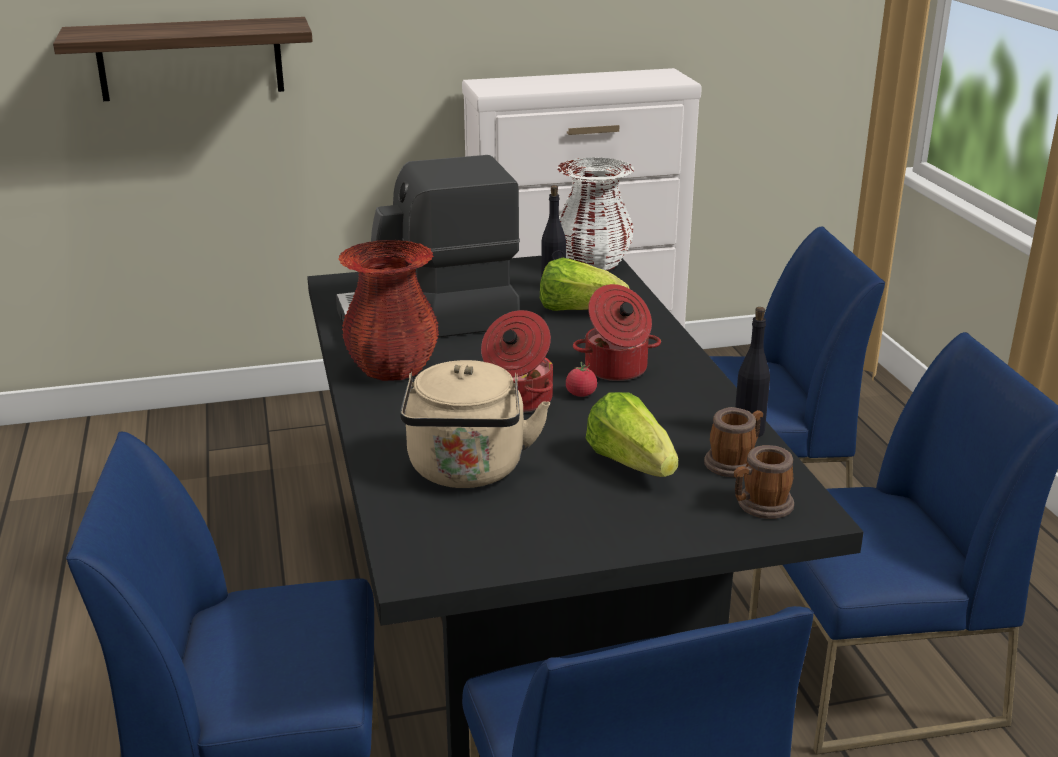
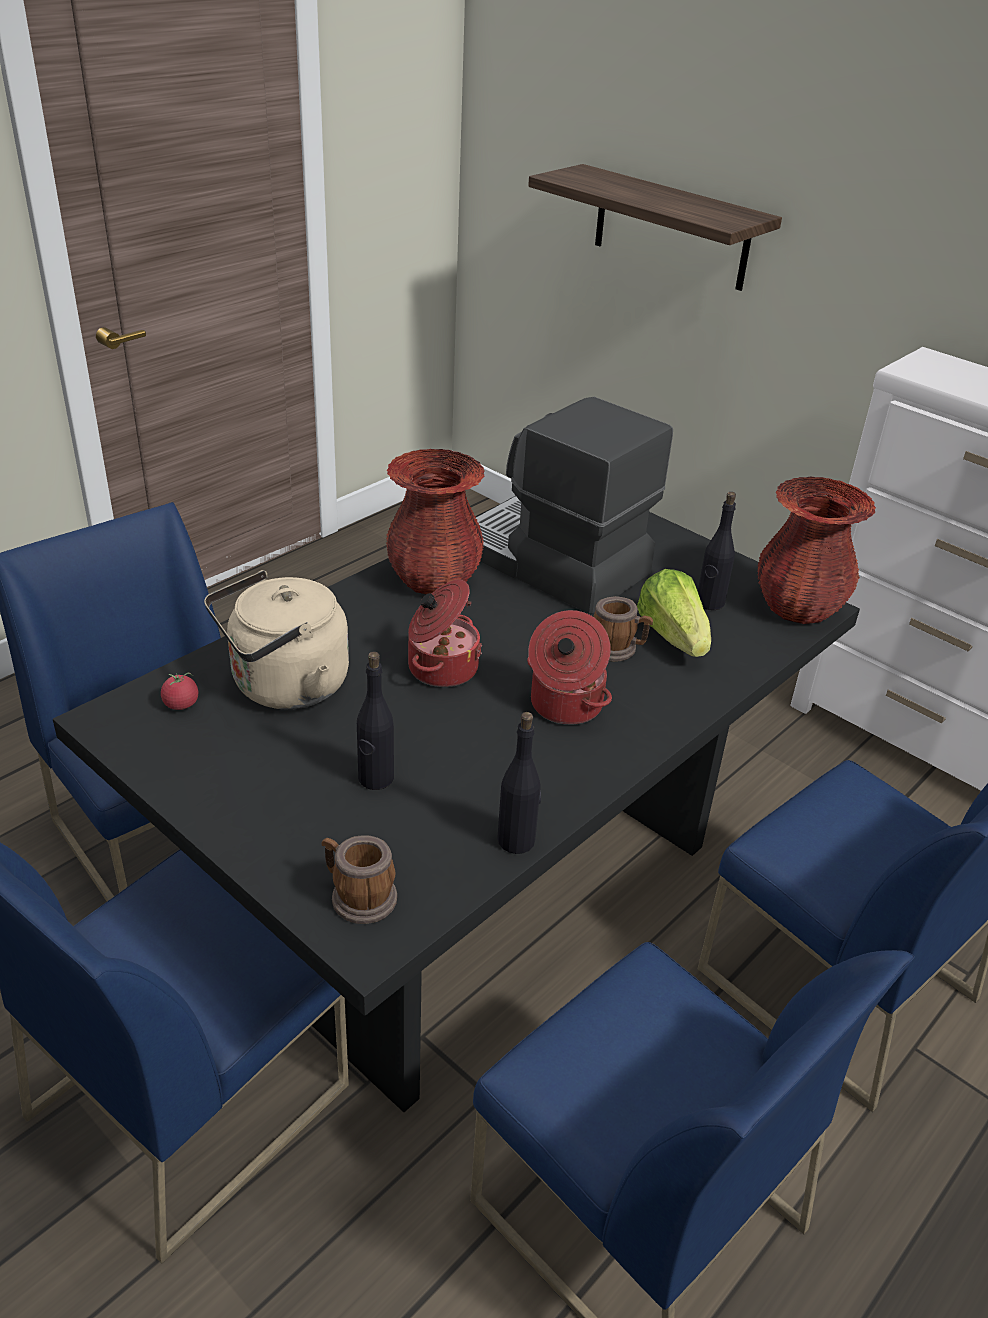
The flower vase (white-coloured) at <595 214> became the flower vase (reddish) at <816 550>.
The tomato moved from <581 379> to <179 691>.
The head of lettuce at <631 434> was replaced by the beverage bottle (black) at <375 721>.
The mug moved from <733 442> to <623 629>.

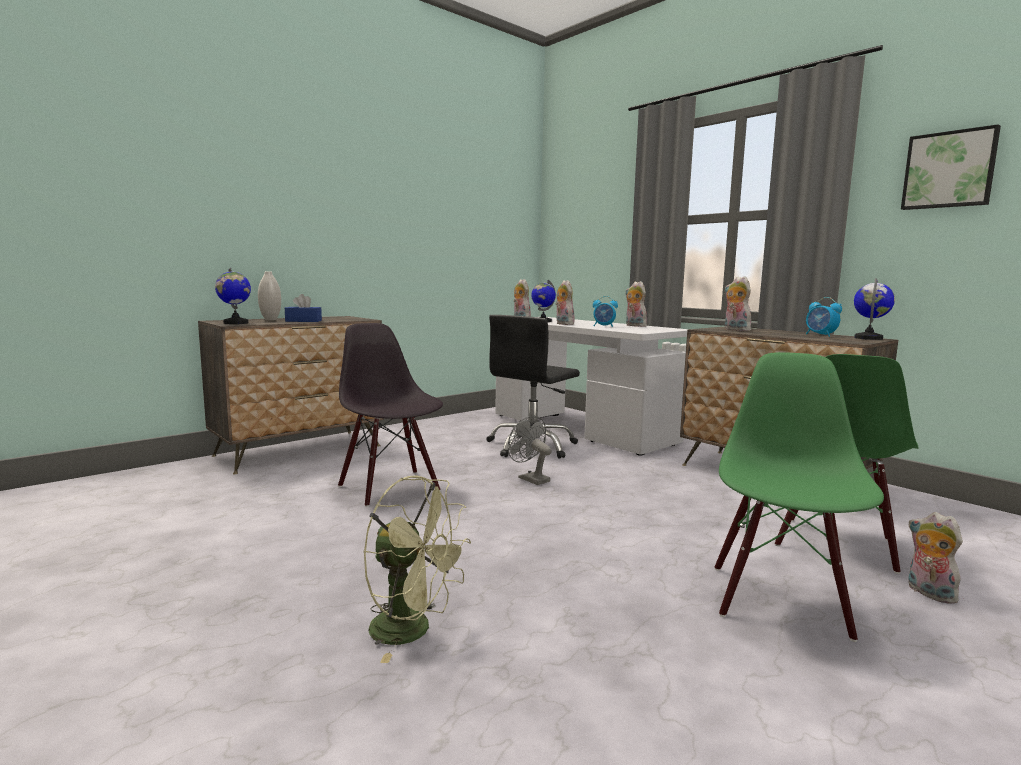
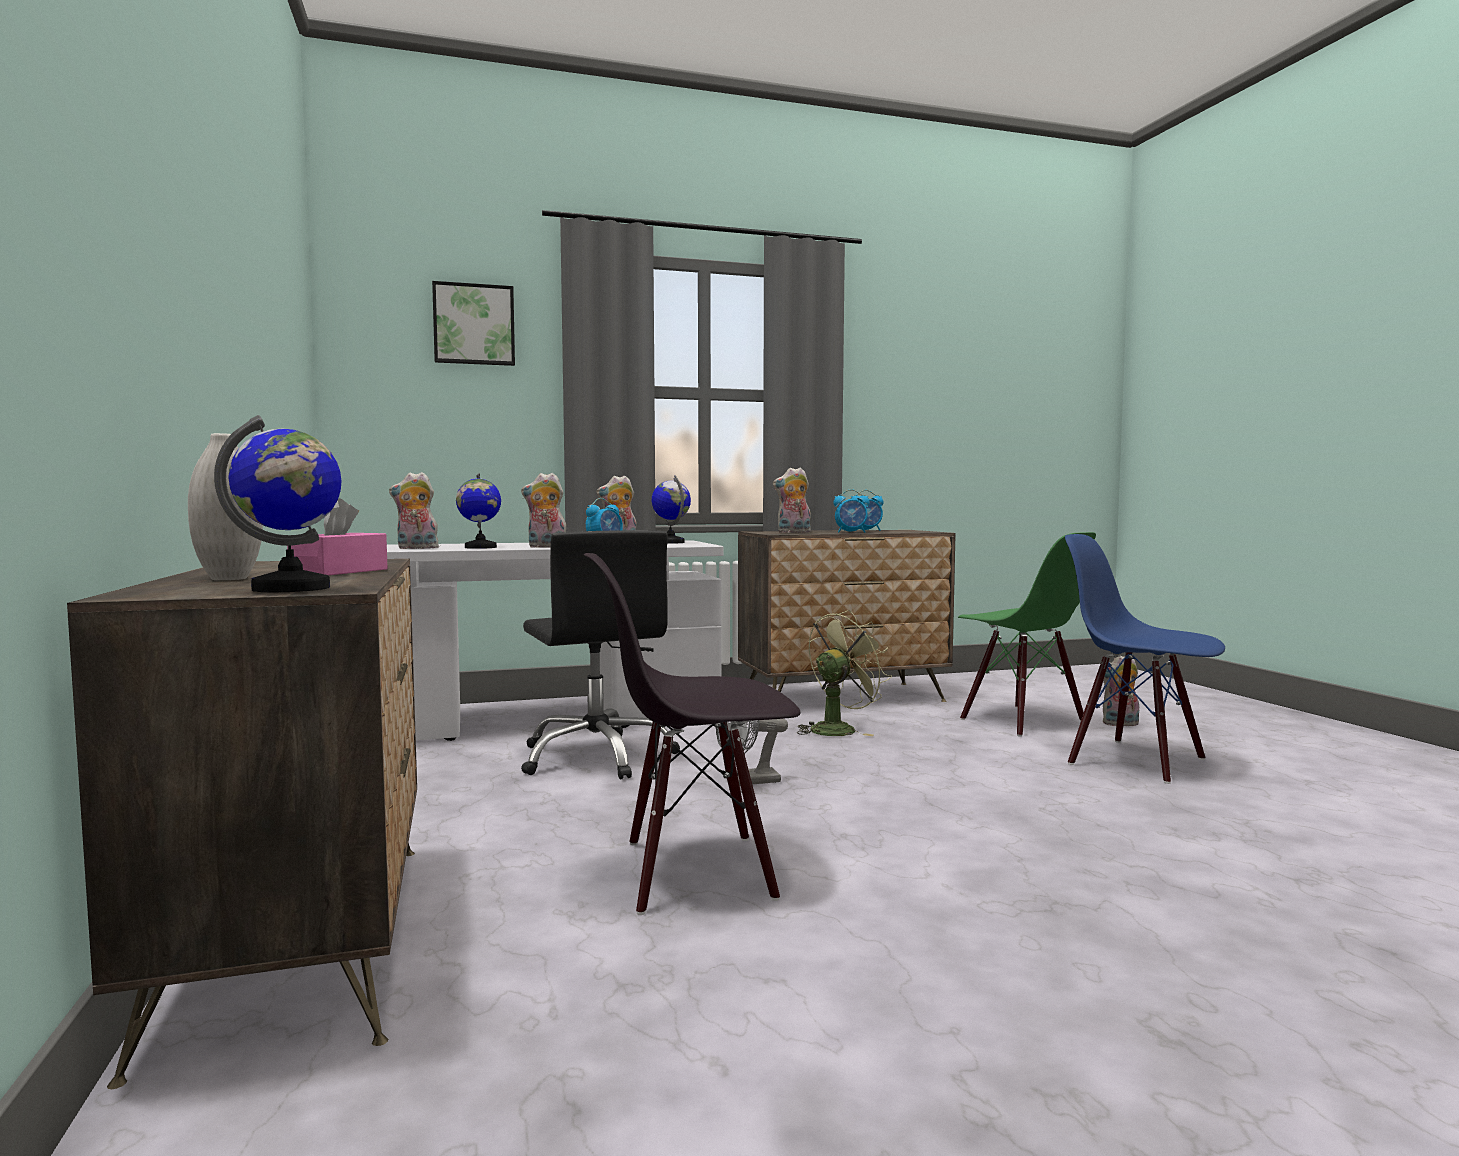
The picture moved from <951 167> to <473 323>.
The globe moved from <874 309> to <671 509>.
The box of tissues (blue-coloured) at <303 308> became the box of tissues (pinkish) at <337 536>.
The upright chair (green-coloured) at <799 497> became the upright chair (blue-coloured) at <1145 659>.
The fan (green-coloured) moved from <417 569> to <844 673>.
The alarm clock at <852 511> appeared.

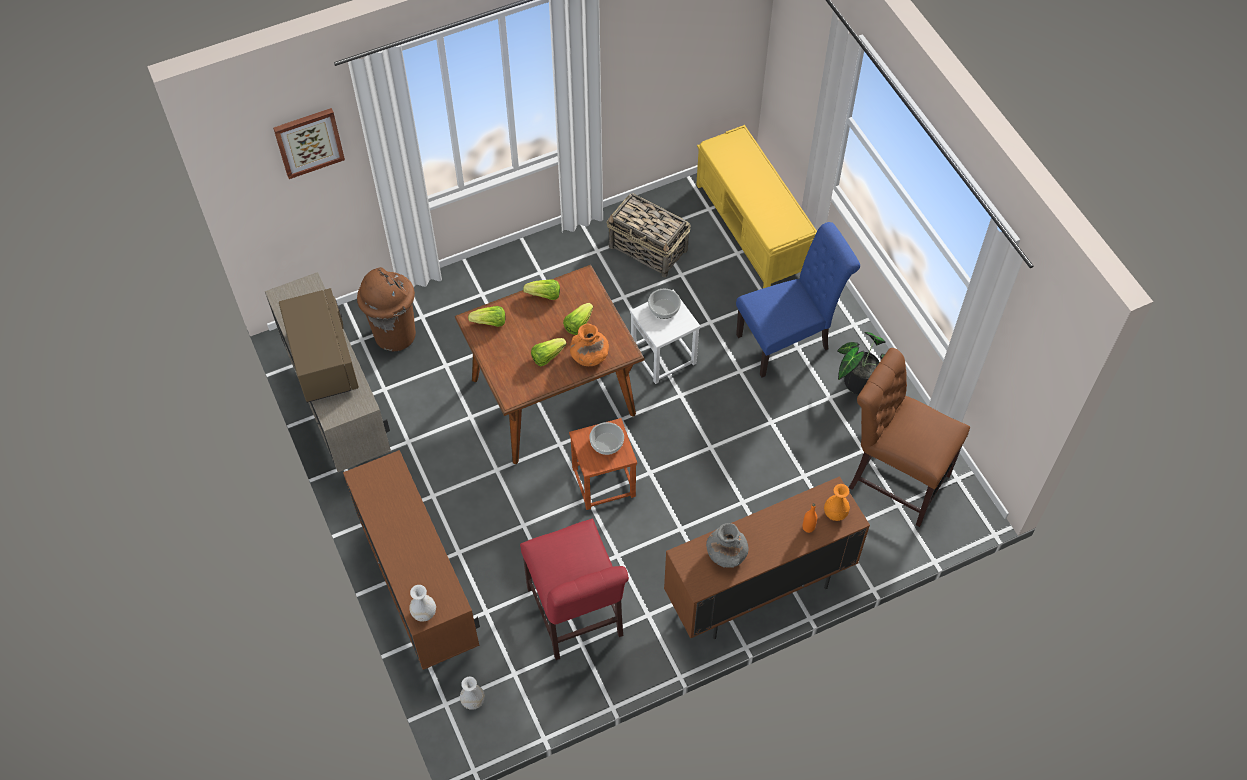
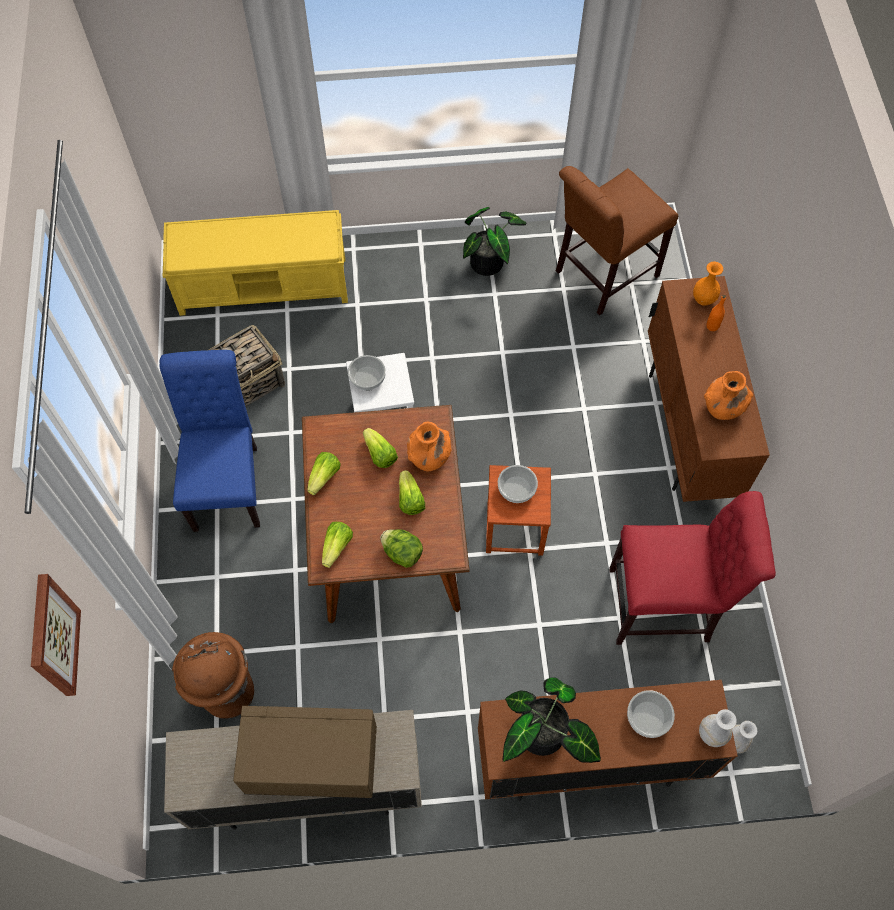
The upright chair (blue-coloured) moved from <798 300> to <209 441>.
The flower vase (greyish) at <727 545> became the flower vase (orange-coloured) at <728 395>.
The head of lettuce at <401 548> appeared.
The potted plant at <551 720> appeared.
The serving bowl at <651 714> appeared.

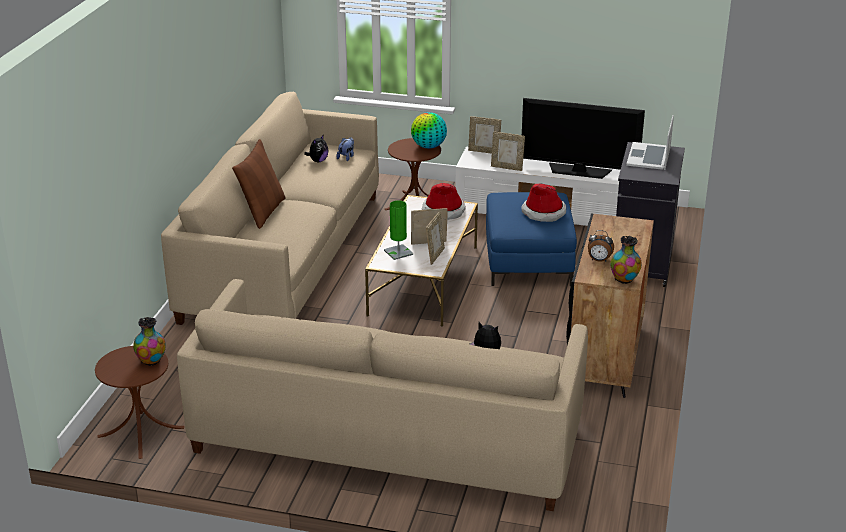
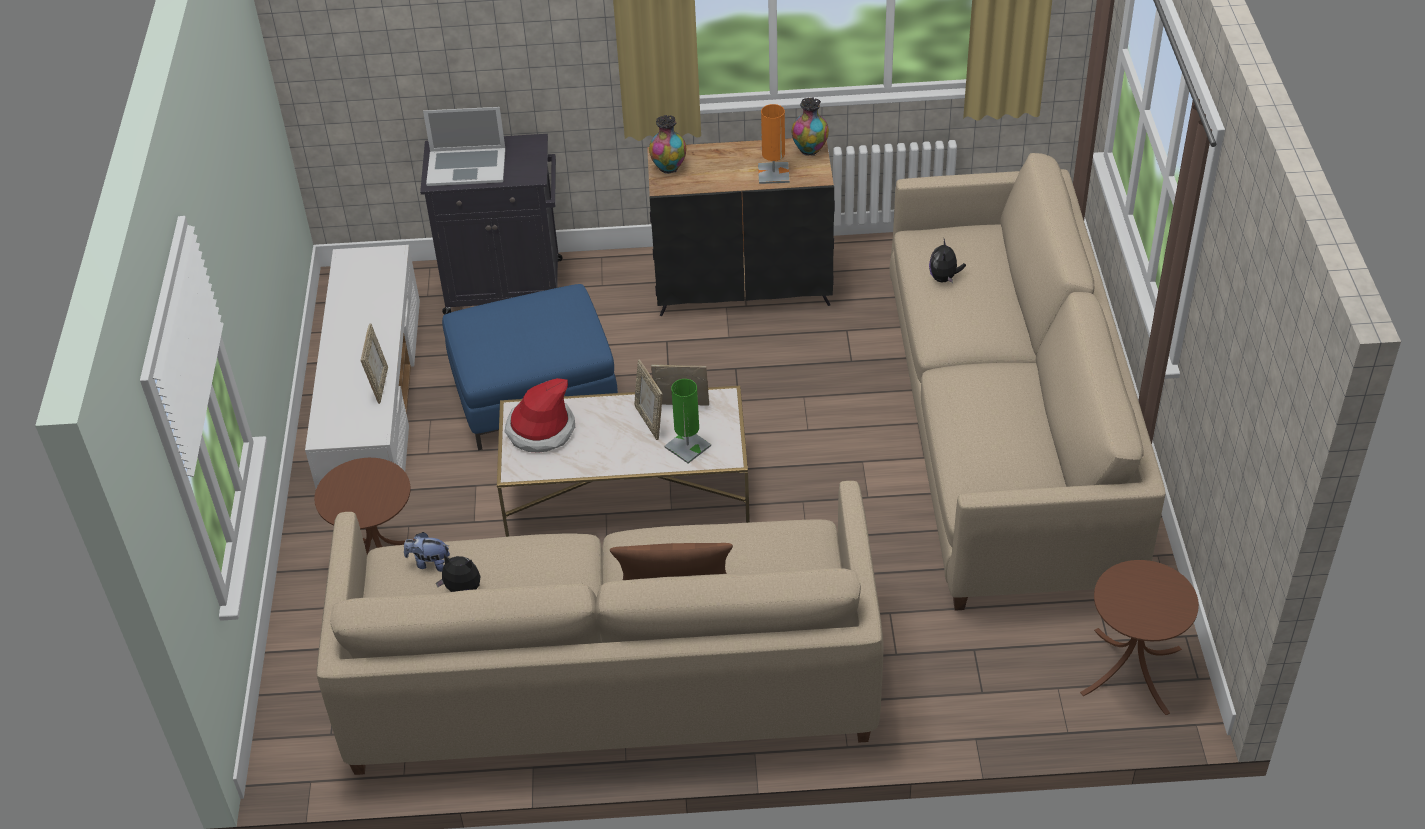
The TV set at <583 138> disappeared.
The globe at <429 130> disappeared.
The standing frame at <484 134> disappeared.
The hat at <543 202> disappeared.
The alarm clock at <601 246> was replaced by the table lamp (orange-coloured) at <774 144>.
The flower vase moved from <149 341> to <667 144>.

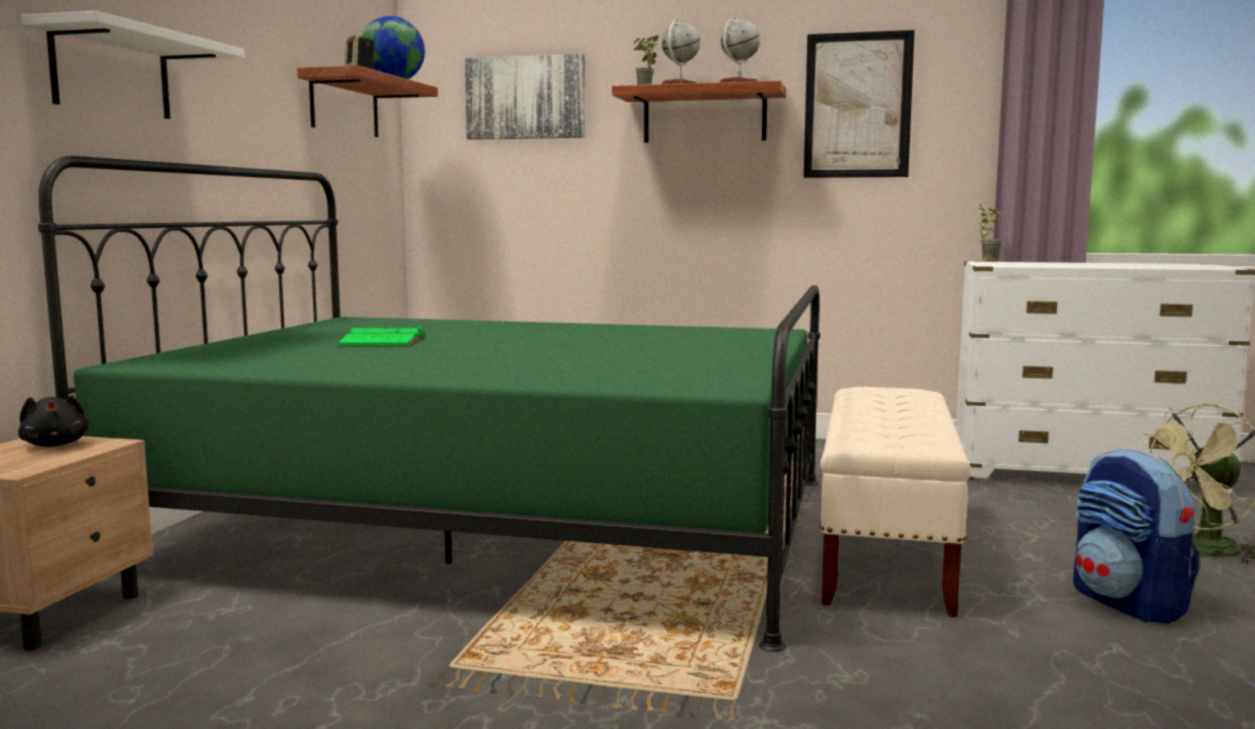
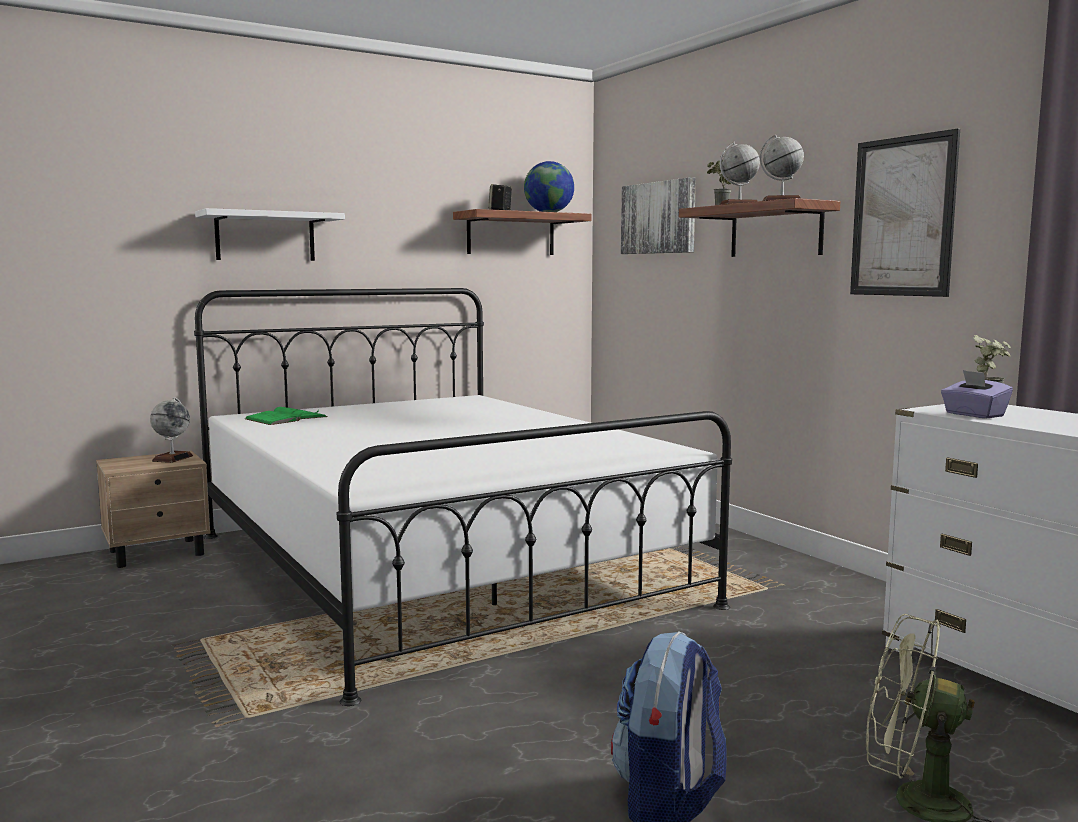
The bed (green-coloured) at <429 404> became the bed (white-coloured) at <463 497>.
The bound book (green-coloured) moved from <382 336> to <286 416>.
The indoor bench (beige) at <895 502> disappeared.
The soft toy (black) at <53 421> was replaced by the globe at <171 430>.
The box of tissues (purple-coloured) at <977 394> appeared.

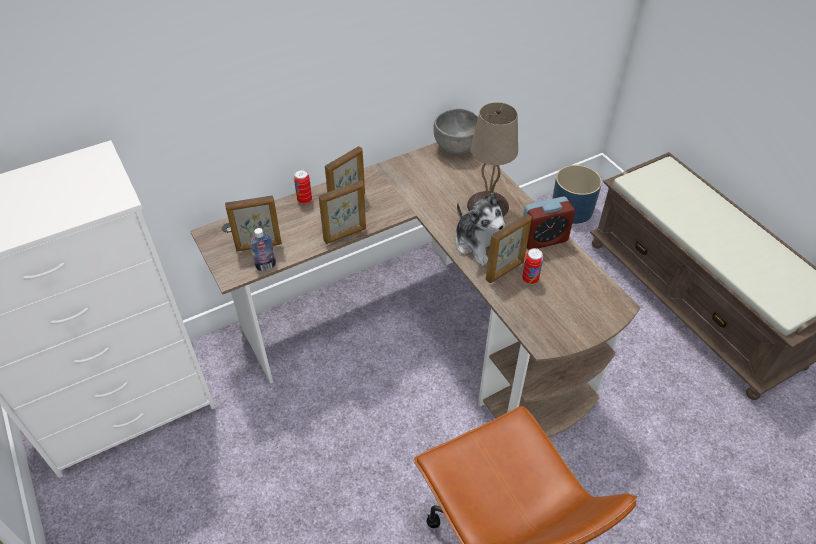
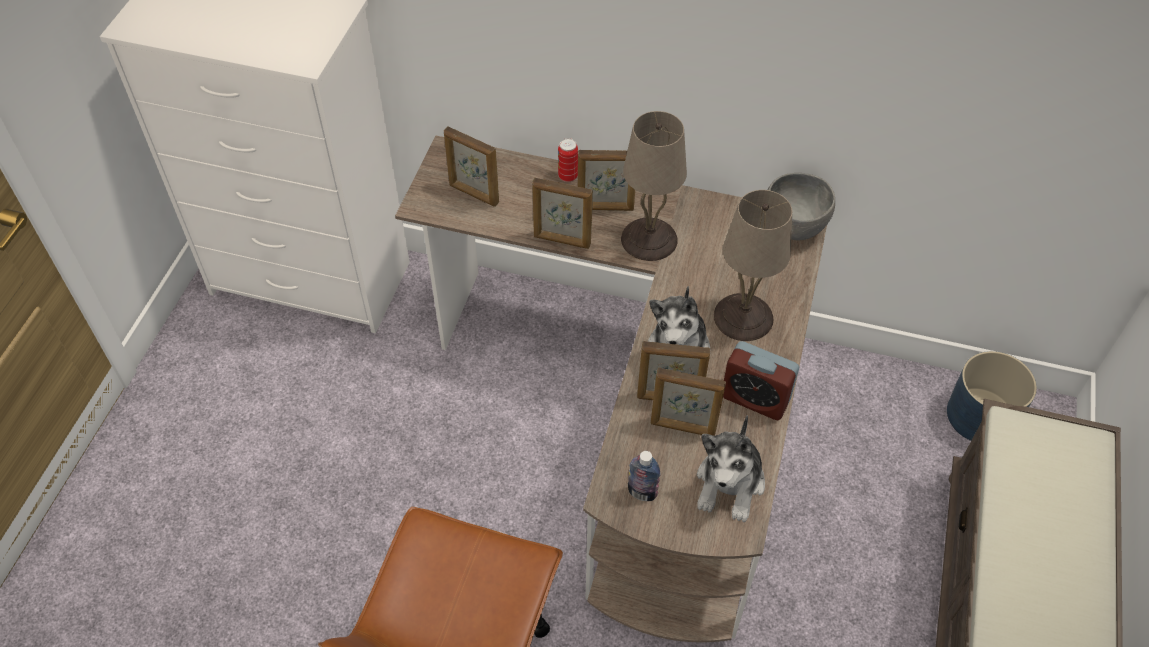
The beverage bottle moved from <263 249> to <644 476>.
The sealed can at <532 266> was replaced by the standing frame at <688 402>.
The table lamp (beige) at <654 186> appeared.
The soft toy at <731 468> appeared.

